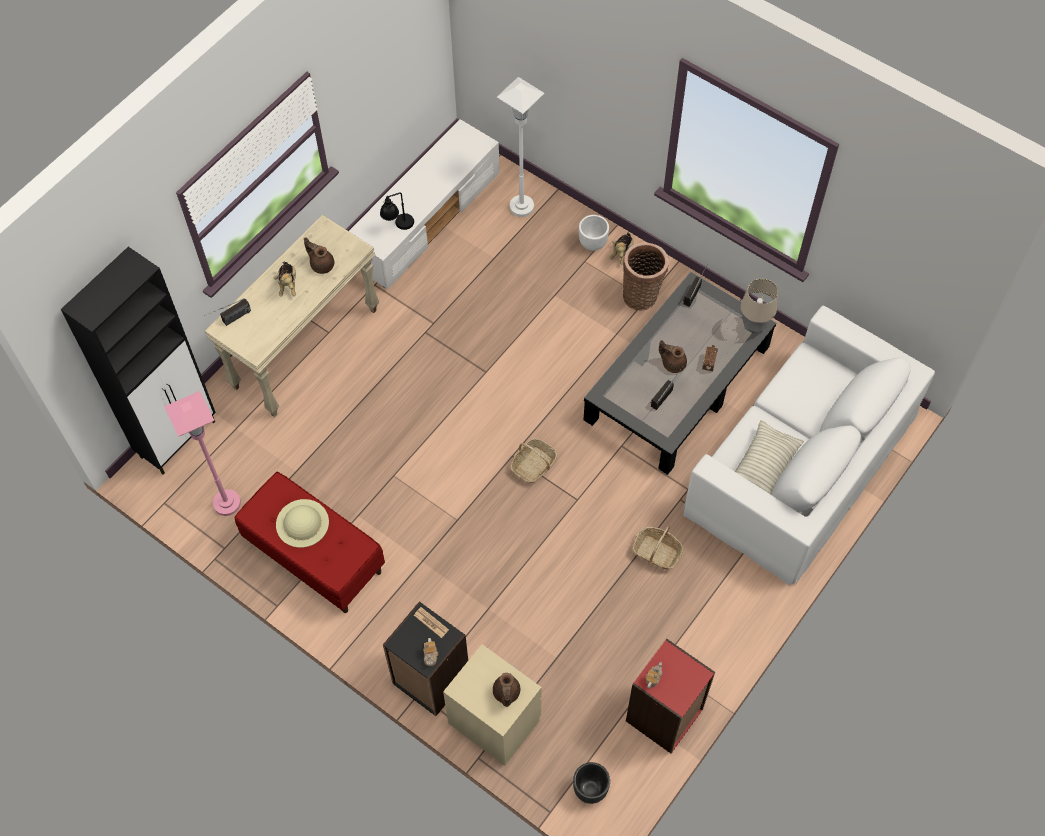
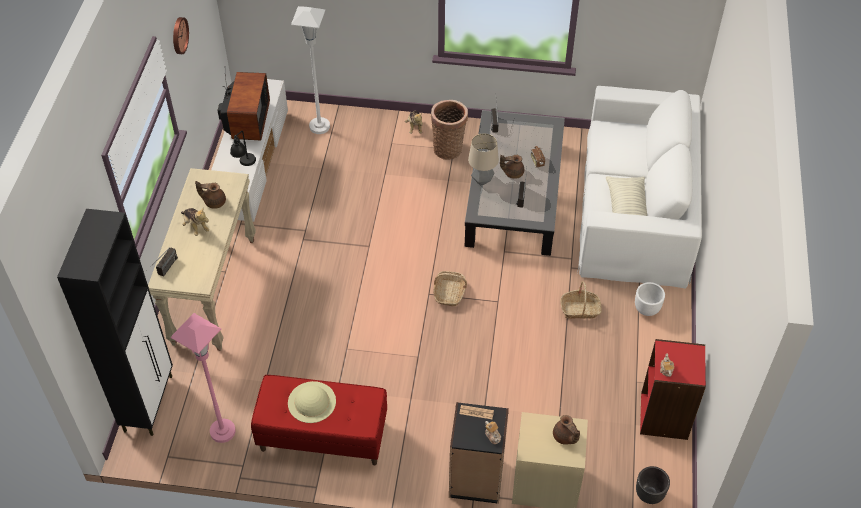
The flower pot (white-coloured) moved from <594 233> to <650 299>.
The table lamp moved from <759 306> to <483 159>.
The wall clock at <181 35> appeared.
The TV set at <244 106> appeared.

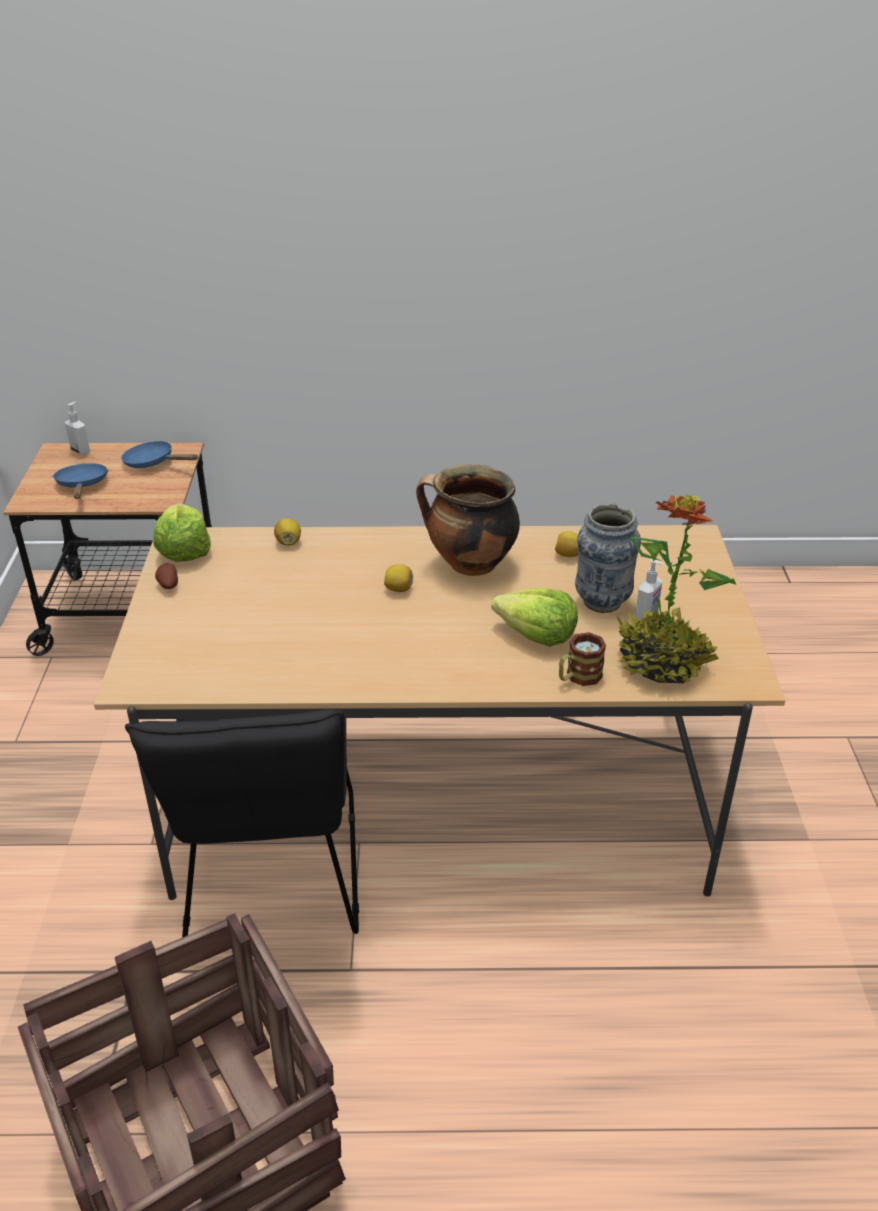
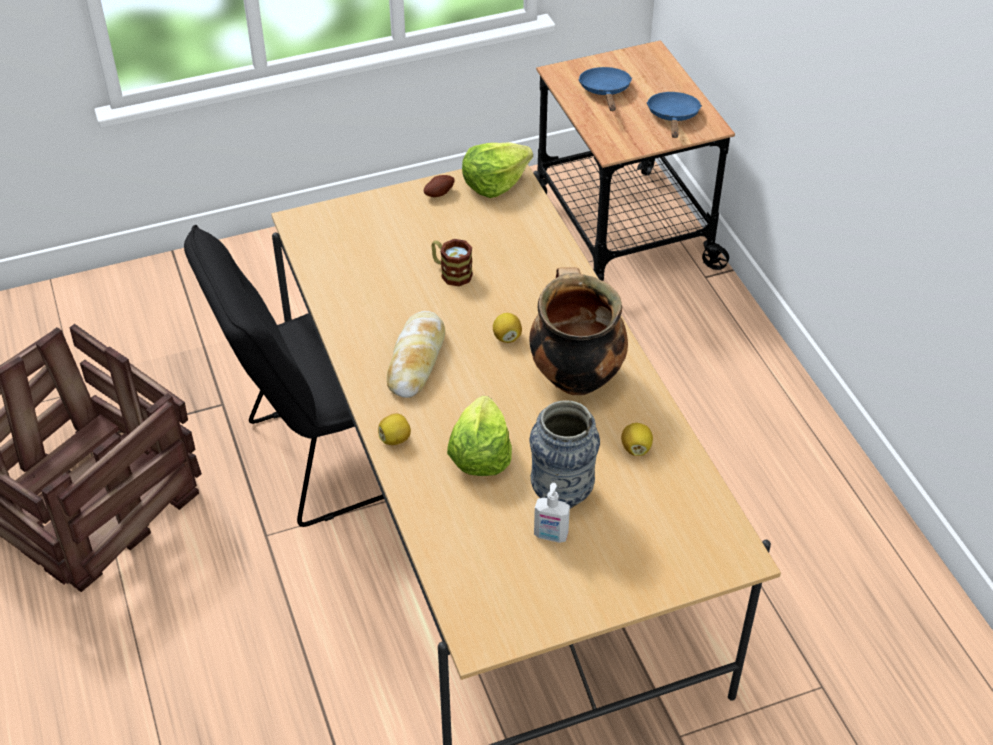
The liquid soap bottle at <77 428> disappeared.
The skillet (blue-coloured) at <80 481> turned 60 degrees counterclockwise.
The potted plant at <676 589> disappeared.
The lemon moved from <287 532> to <394 429>.
The mug moved from <582 659> to <452 263>.
The baked bread at <416 354> appeared.

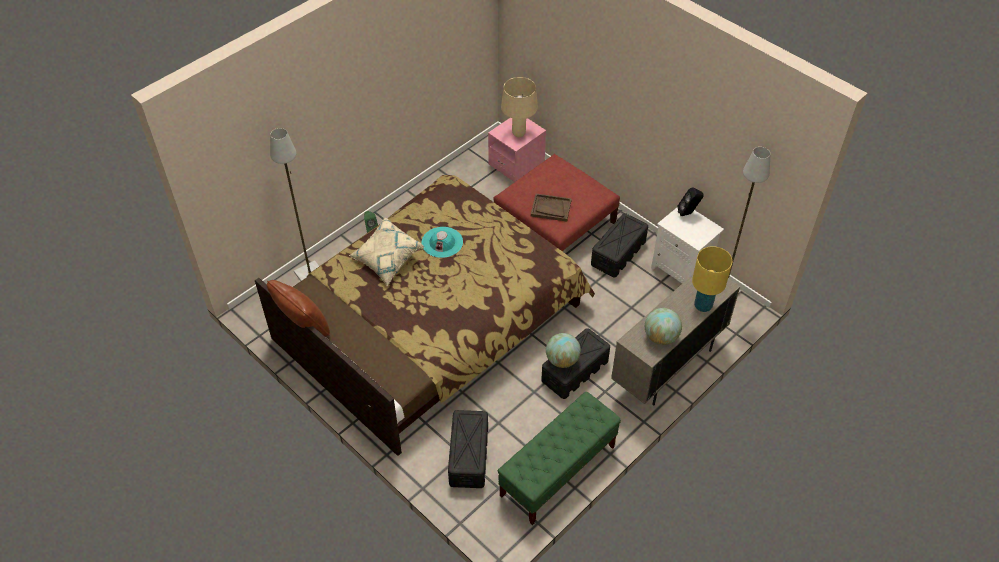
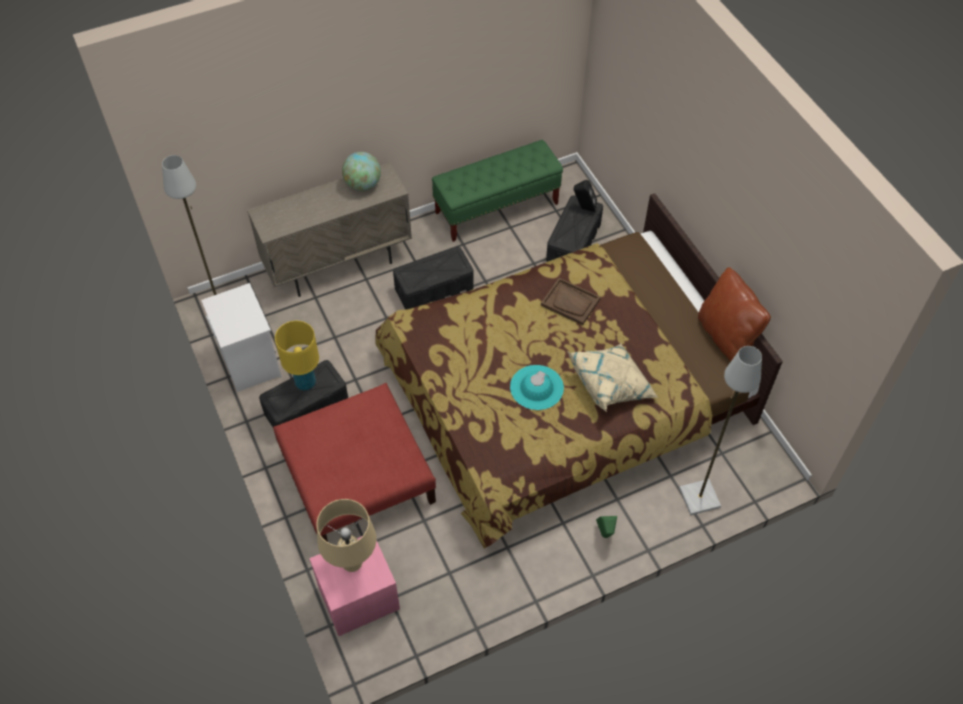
The audio speaker (black) moved from <691 201> to <585 196>.
The serving tray (brown-coloured) moved from <551 208> to <571 301>.
The table lamp (yellow-coloured) moved from <712 279> to <297 355>.
The globe at <563 350> disappeared.

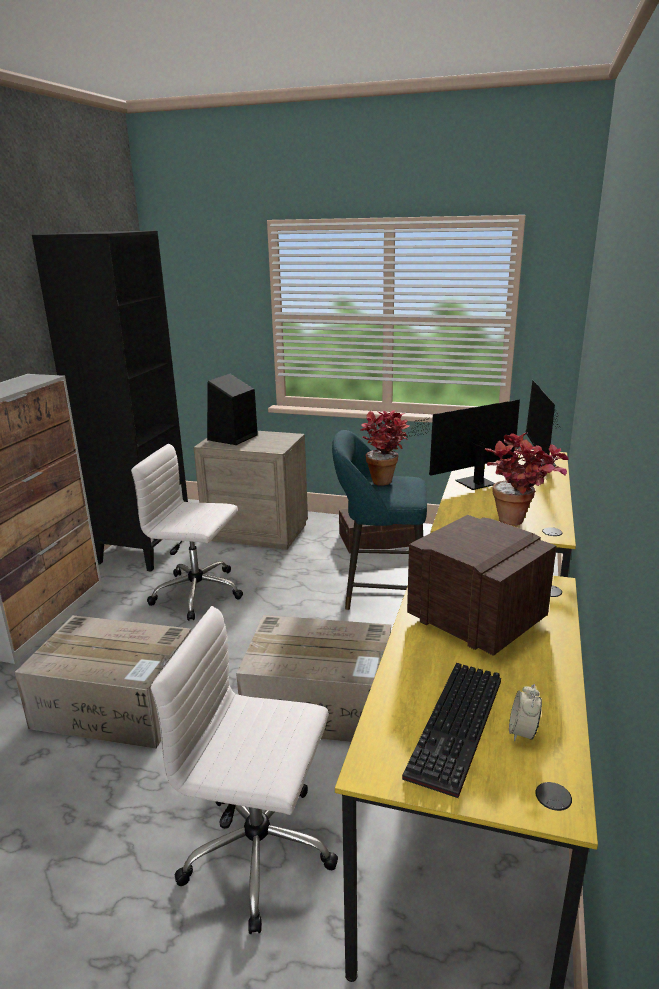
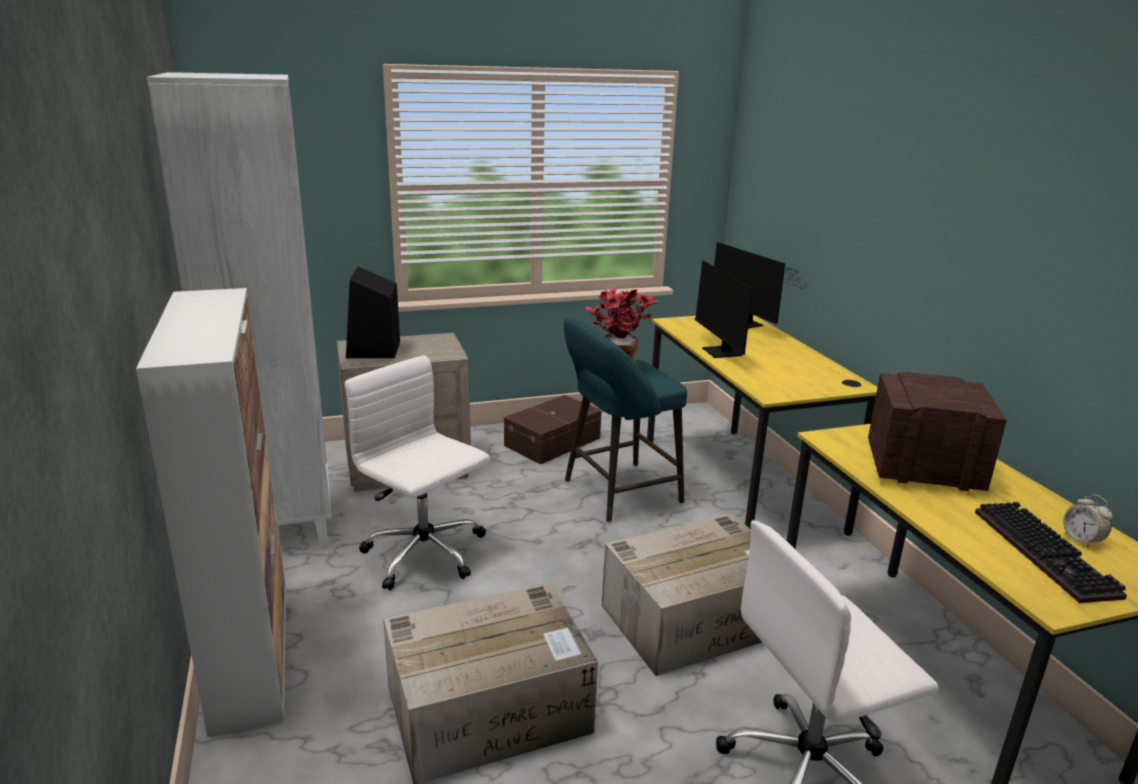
The shelving unit (black) at <110 401> became the shelving unit (white-coloured) at <239 310>.
The computer screen at <461 444> turned 45 degrees counterclockwise.
The potted plant at <527 478> disappeared.
The computer chair (white-coloured) at <187 532> turned 60 degrees clockwise.

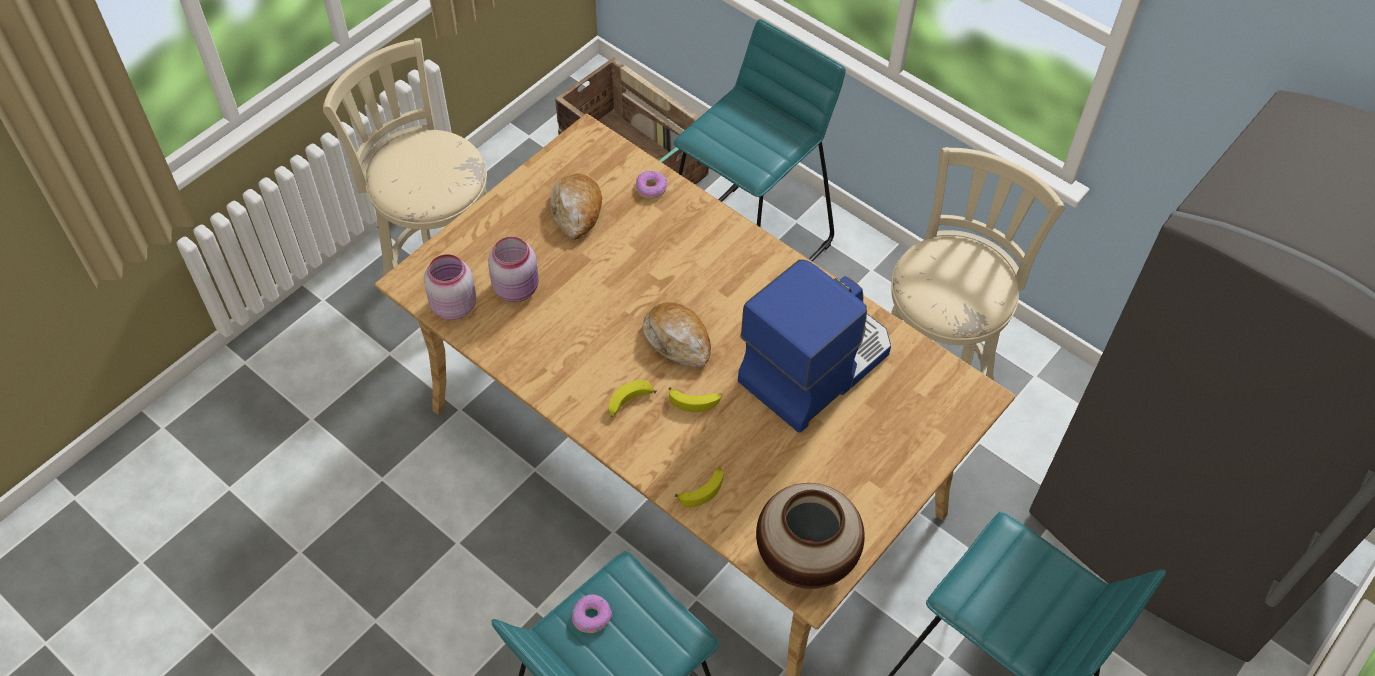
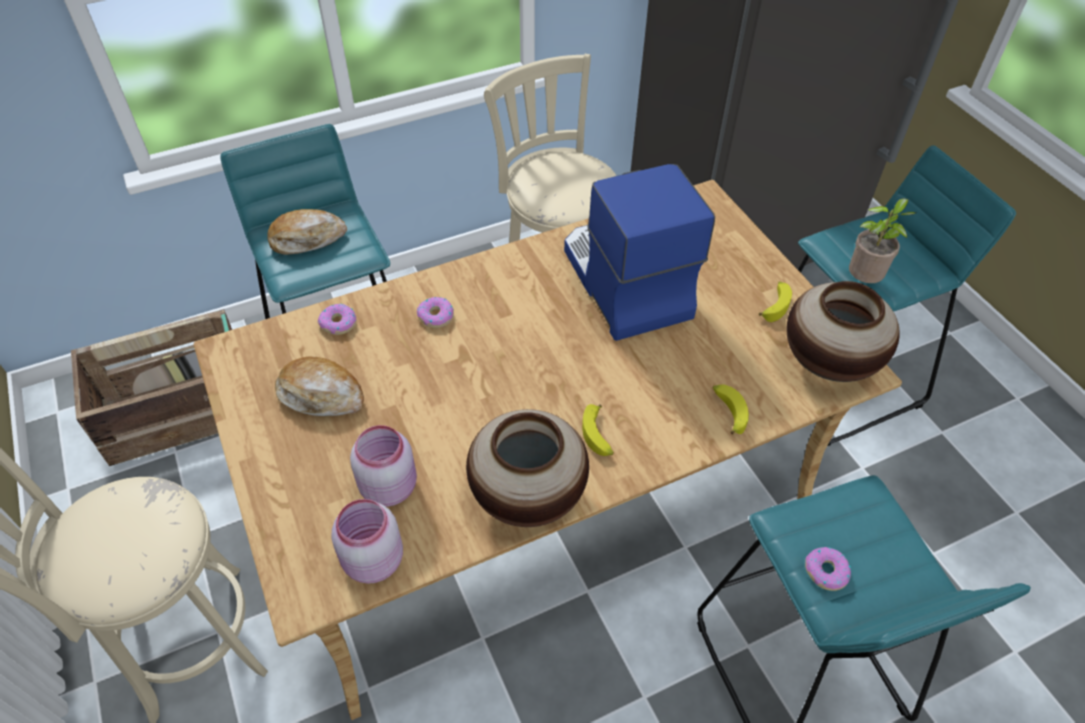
The baked bread moved from <677 335> to <307 232>.
The banana fruit moved from <695 399> to <775 301>.
The potted plant at <882 240> appeared.
The donut at <435 312> appeared.
The flower vase at <527 468> appeared.

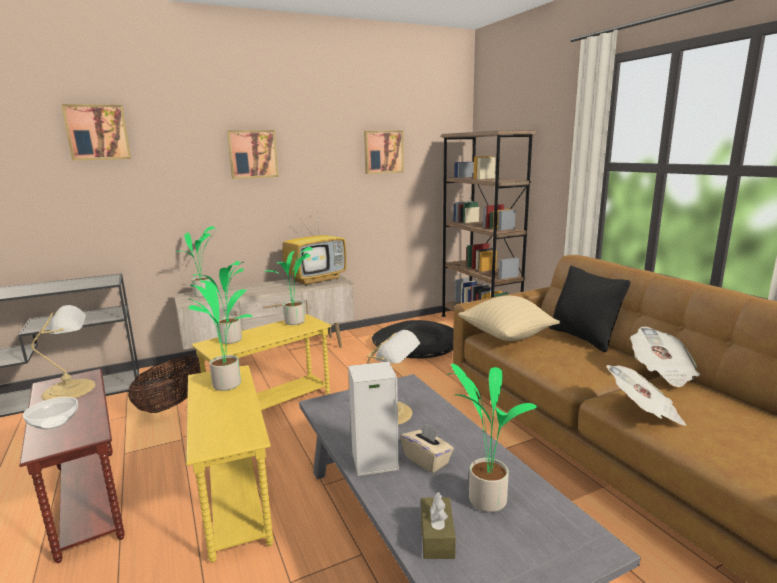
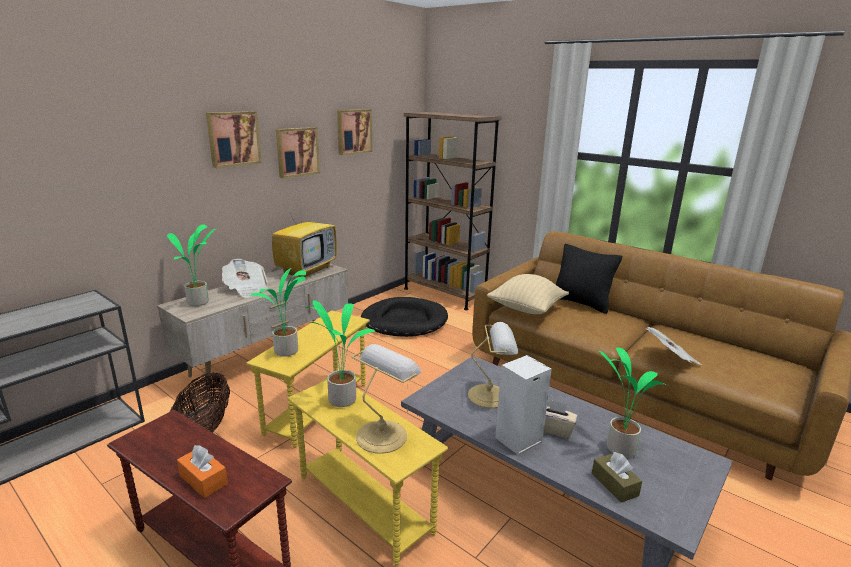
The picture moved from <96 132> to <298 152>.
The potted plant at <288 286> disappeared.
The table lamp moved from <63 353> to <386 399>.
The newspaper moved from <665 357> to <245 278>.
The serving bowl at <50 413> was replaced by the box of tissues (orange-coloured) at <202 471>.

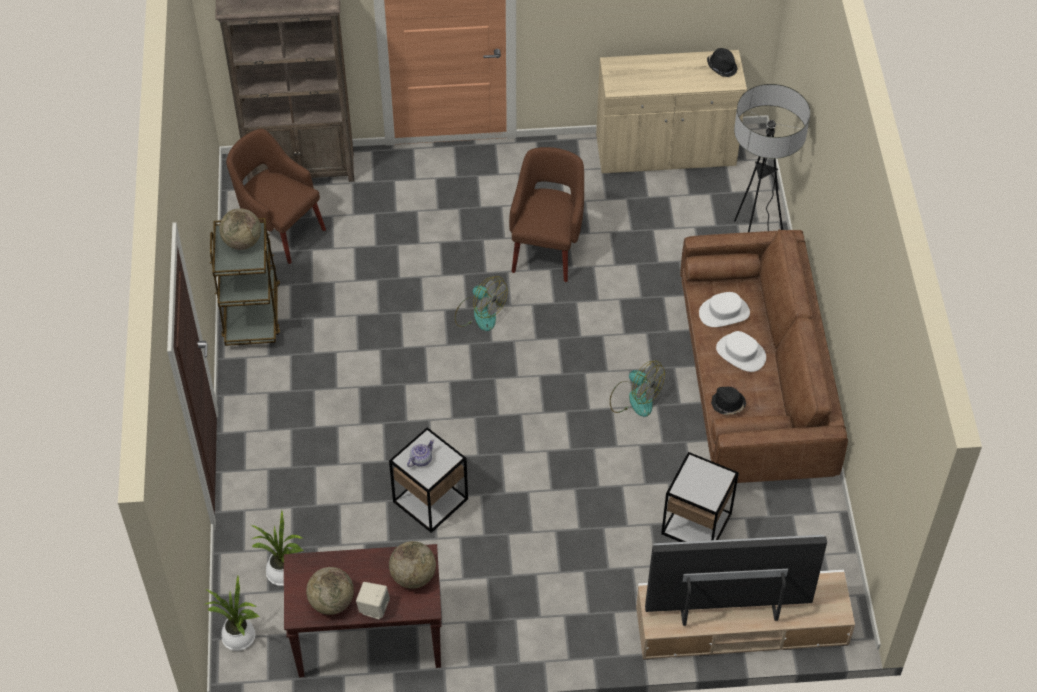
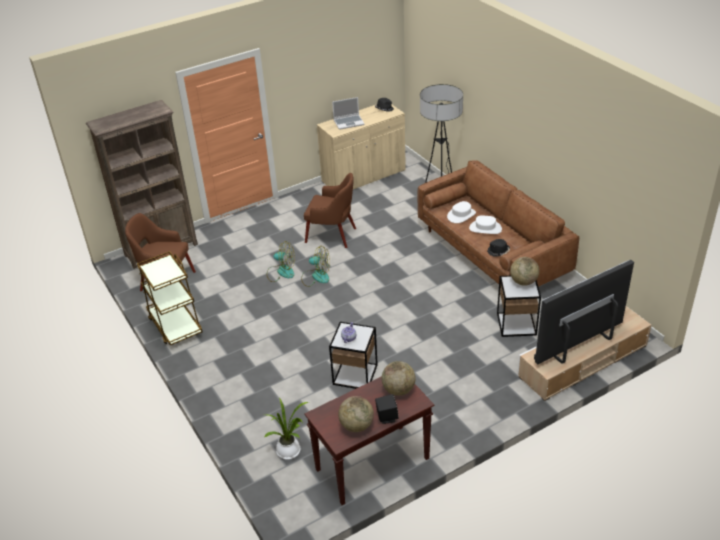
The lounge chair (brown-coloured) at <546 214> turned 120 degrees clockwise.
The globe moved from <240 229> to <524 271>.
The fan moved from <637 389> to <281 261>.
The potted plant at <232 613> disappeared.
The audio speaker (beige) at <373 600> became the audio speaker (black) at <387 409>.
The notebook computer at <348 113> appeared.

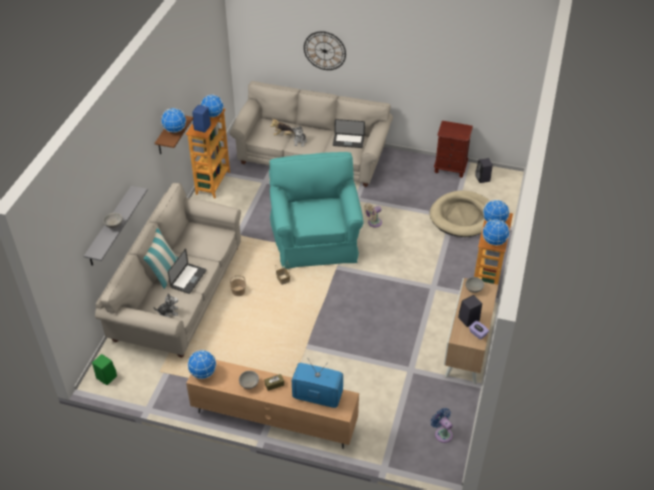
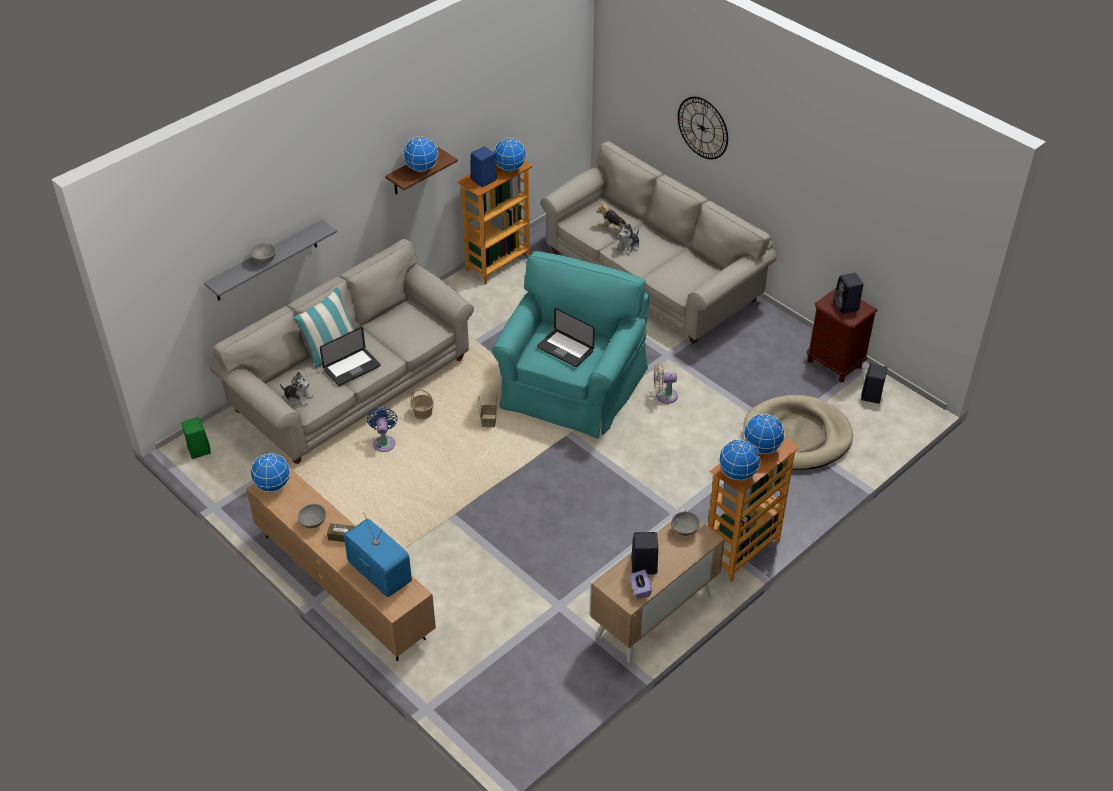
The notebook computer moved from <349 133> to <566 337>.
The fan (blue-coloured) moved from <441 425> to <382 429>.
The audio speaker (black) at <848 293> appeared.

